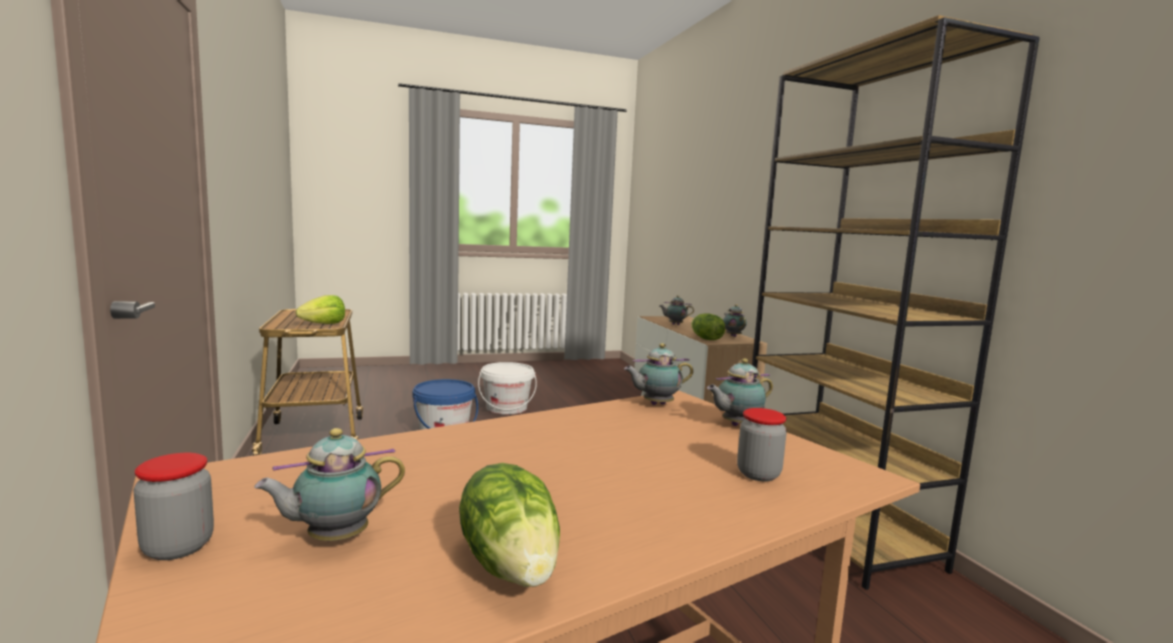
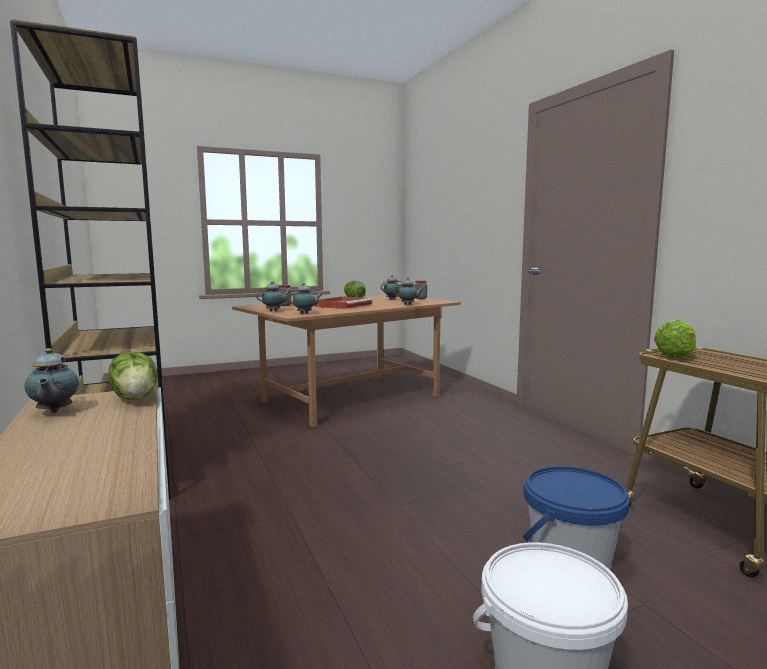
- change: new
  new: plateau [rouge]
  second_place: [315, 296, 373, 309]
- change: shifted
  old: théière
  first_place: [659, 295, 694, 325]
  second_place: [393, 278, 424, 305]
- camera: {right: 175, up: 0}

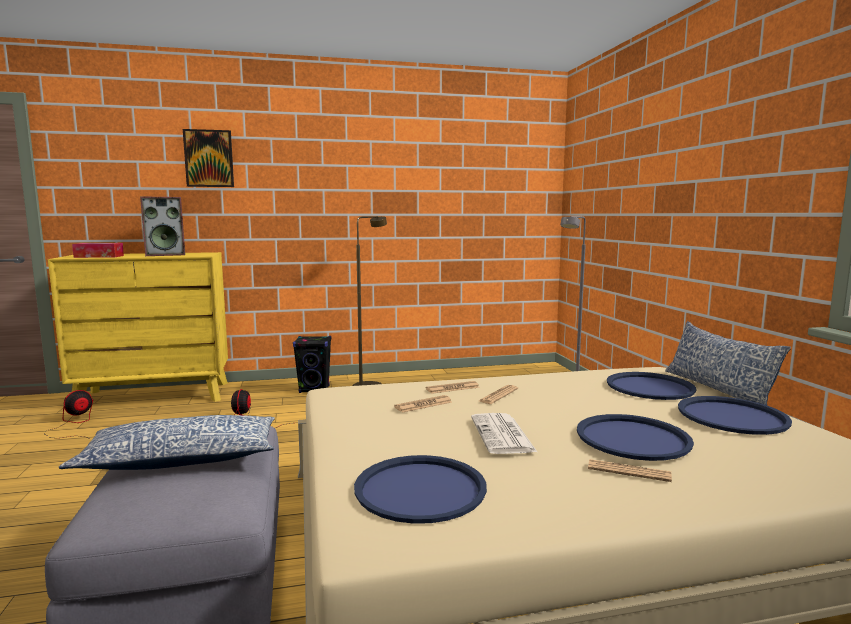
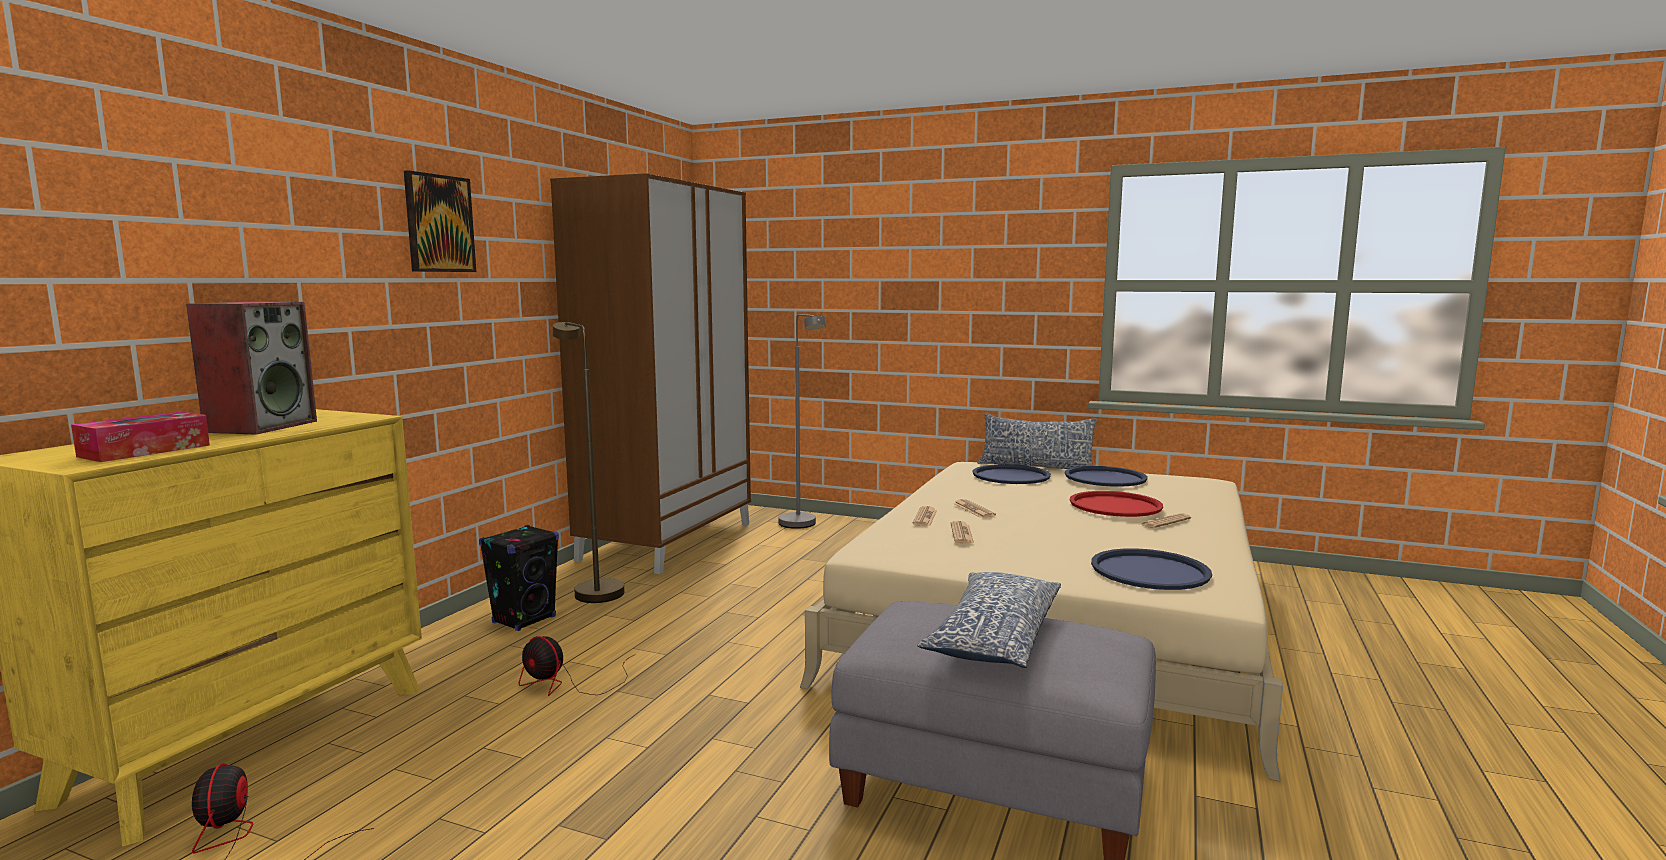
- change: gone
  old: journal
  first_place: [471, 413, 537, 454]
- change: new
  new: armoire [marron]
  second_place: [550, 173, 751, 574]
- change: shifted
  old: tableau
  first_place: [183, 129, 234, 187]
  second_place: [404, 170, 476, 272]
- change: repainted
  old: plateau [bleu]
  new: plateau [rouge]
  first_place: [577, 414, 694, 461]
  second_place: [1070, 491, 1163, 517]
- camera: {right: -55, up: 0}

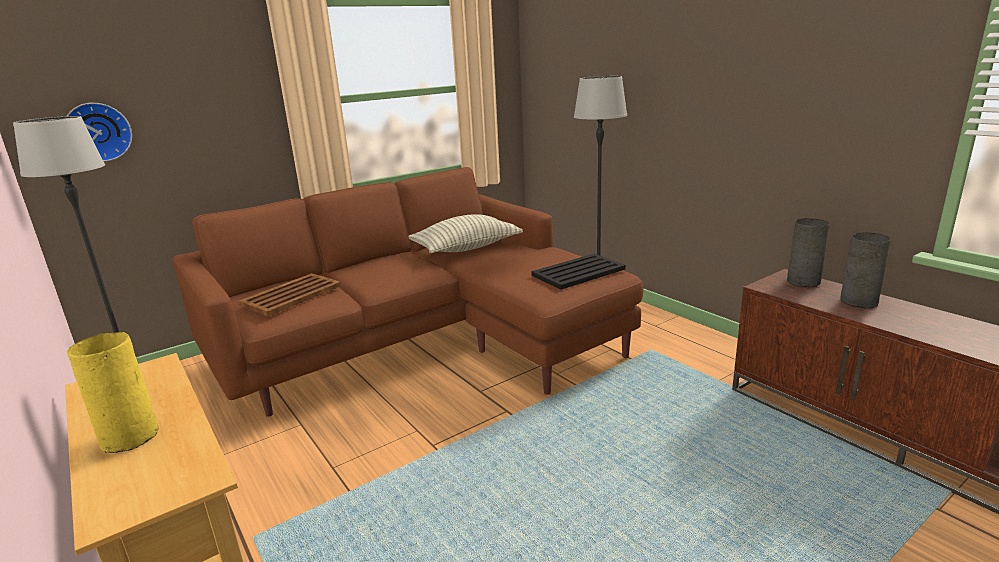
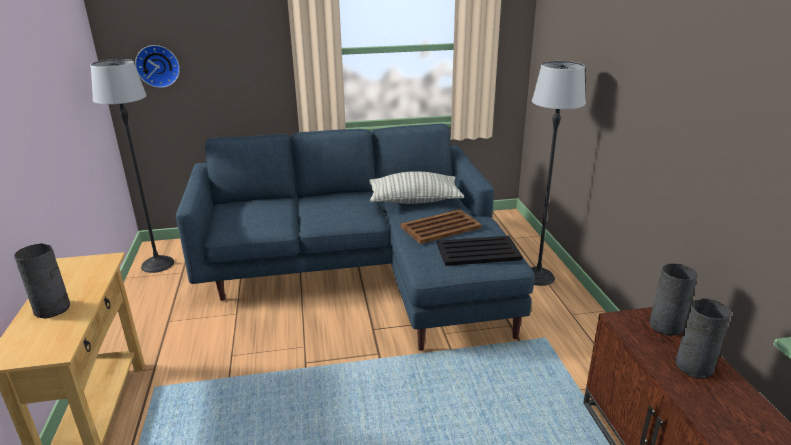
- change: shifted
  old: plateau [marron]
  first_place: [238, 273, 342, 316]
  second_place: [401, 209, 482, 244]
- change: repainted
  old: vase [jaune]
  new: vase [gris]
  first_place: [67, 332, 159, 453]
  second_place: [14, 243, 70, 318]
- change: repainted
  old: canapé [marron]
  new: canapé [bleu]
  first_place: [172, 167, 643, 417]
  second_place: [176, 124, 535, 351]
- camera: {right: 25, up: 5}

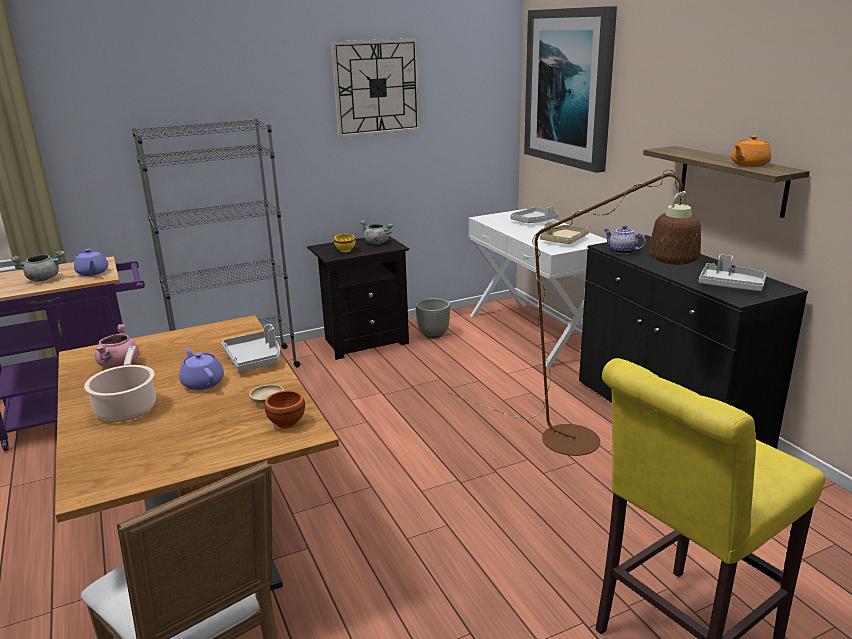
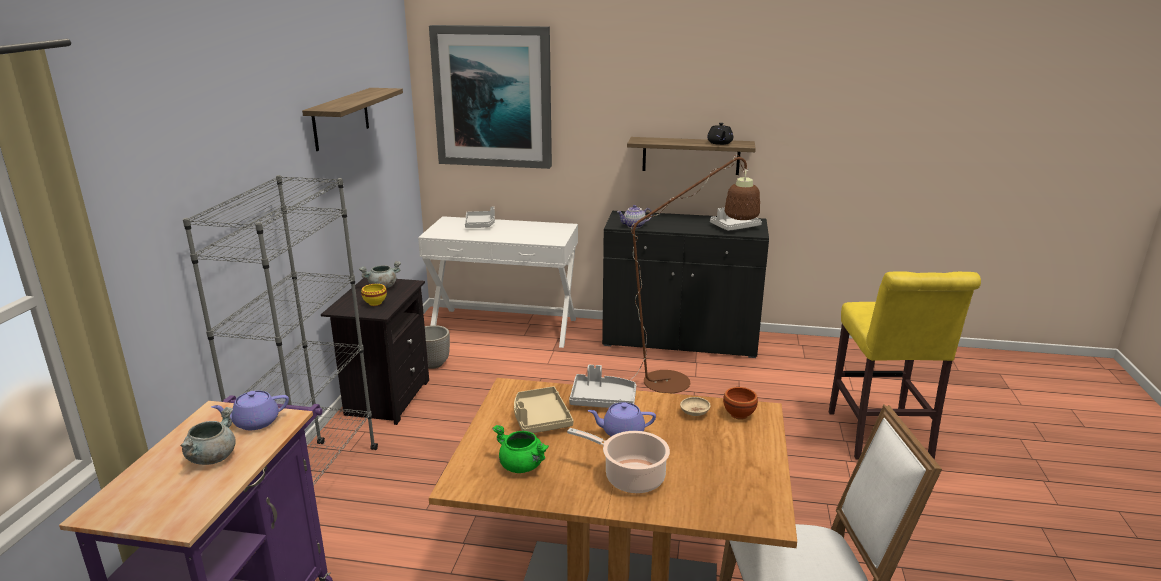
- change: shifted
  old: plateau [beige]
  first_place: [540, 222, 589, 244]
  second_place: [514, 386, 573, 433]
- change: swapped
  old: horloge murale
  new: étagère
  first_place: [331, 38, 421, 138]
  second_place: [302, 88, 403, 151]
- change: repainted
  old: marmite [rose]
  new: marmite [vert]
  first_place: [95, 324, 139, 368]
  second_place: [492, 425, 549, 473]
- change: repainted
  old: théière [orange]
  new: théière [noir]
  first_place: [731, 136, 771, 167]
  second_place: [707, 123, 733, 145]
- change: rotated
  old: théière [violet]
  first_place: [74, 249, 108, 276]
  second_place: [211, 391, 289, 430]
  degrees: 150
- camera: {right: -55, up: 0}

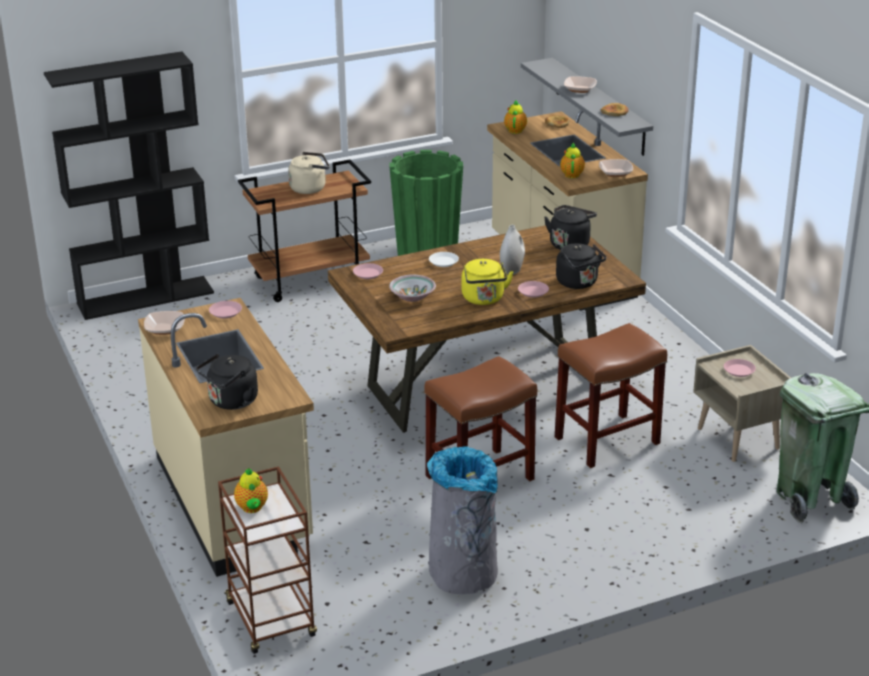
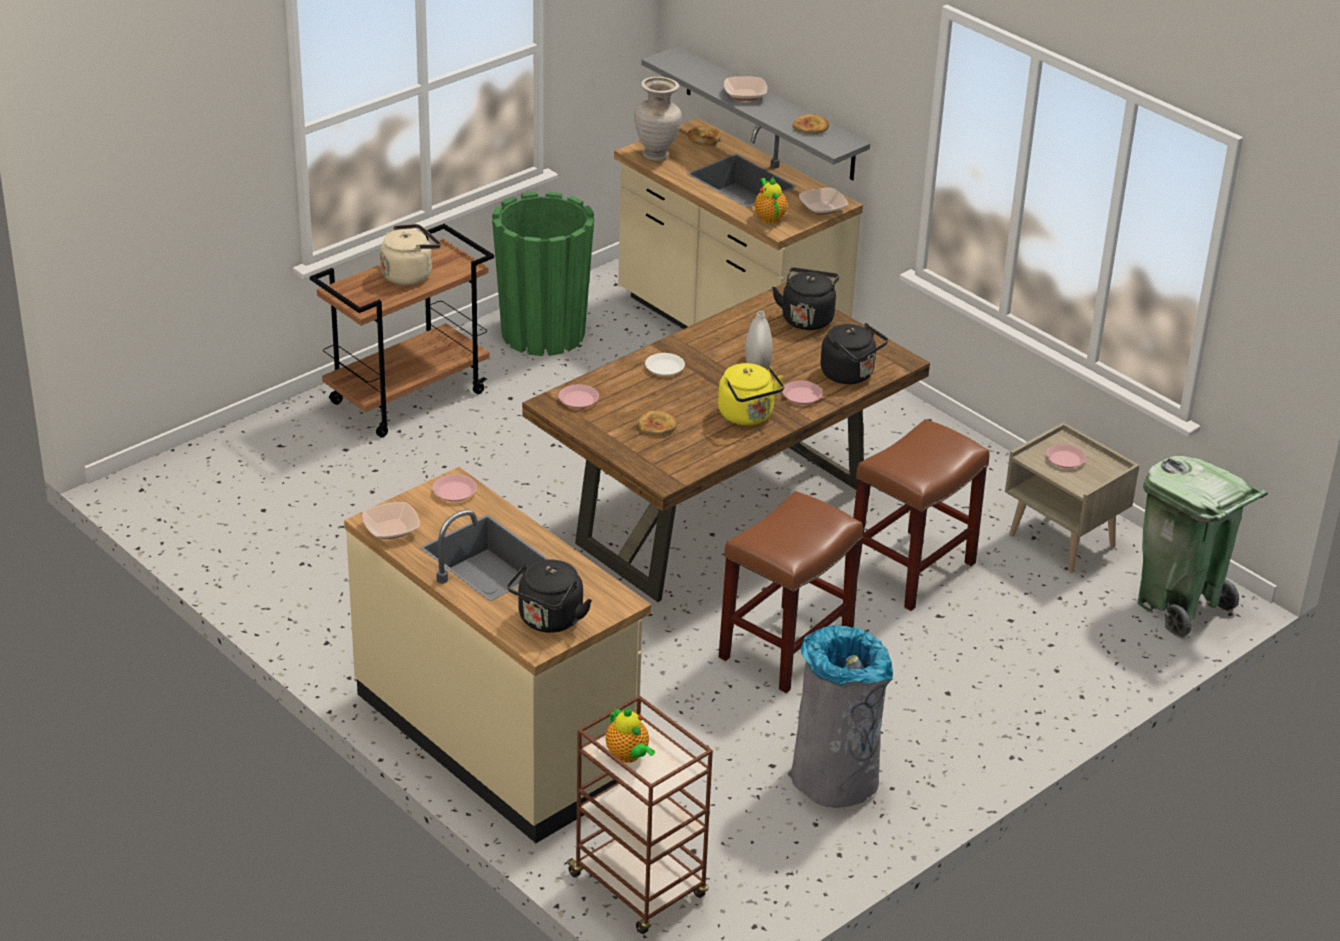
- change: gone
  old: bibliothèque [noir]
  first_place: [44, 51, 214, 320]
- change: swapped
  old: bol
  new: pain
  first_place: [389, 275, 436, 302]
  second_place: [638, 410, 677, 436]
- change: swapped
  old: théière
  new: vase [beige]
  first_place: [504, 100, 527, 134]
  second_place: [634, 77, 682, 161]
- camera: {right: -20, up: 5}

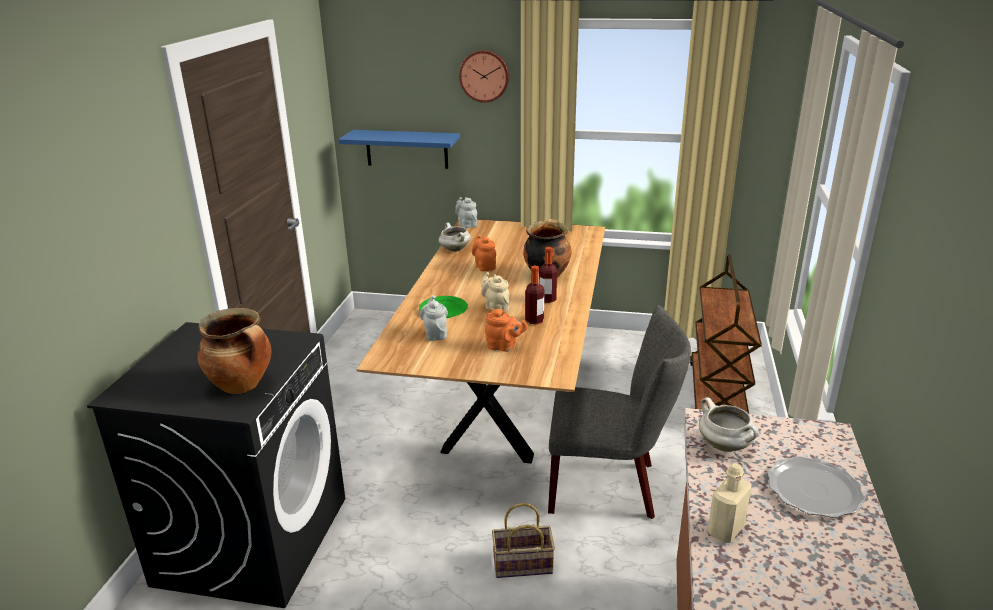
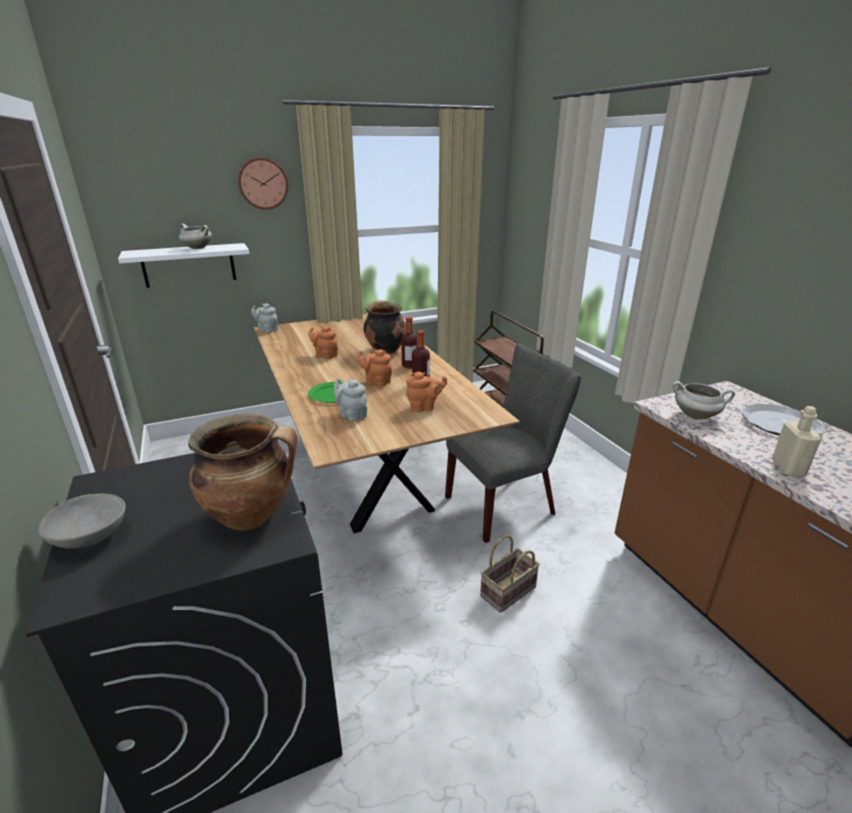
- change: new
  new: bol [gris]
  second_place: [38, 494, 126, 549]
- change: shifted
  old: marmite [blanc]
  first_place: [439, 222, 471, 252]
  second_place: [179, 224, 212, 249]
- change: repainted
  old: étagère [bleu]
  new: étagère [blanc]
  first_place: [338, 130, 460, 169]
  second_place: [118, 243, 249, 288]
- change: repainted
  old: théière [beige]
  new: théière [orange]
  first_place: [481, 272, 510, 312]
  second_place: [357, 349, 392, 386]
- camera: {right: -35, up: 0}

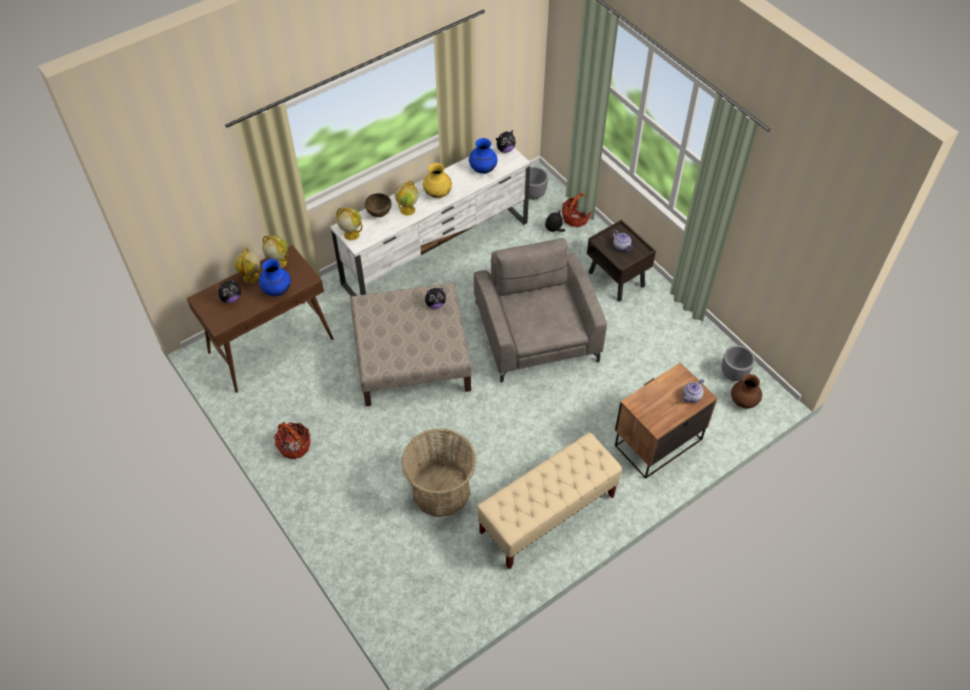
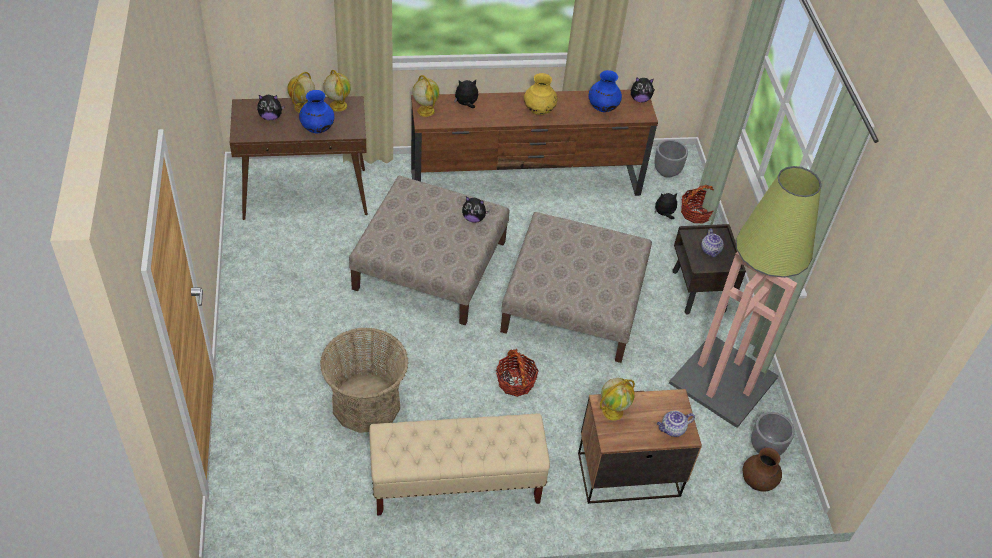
- change: new
  new: lampadaire
  second_place: [669, 166, 822, 428]
- change: shifted
  old: panier
  first_place: [274, 422, 310, 459]
  second_place: [496, 349, 539, 397]
- change: shifted
  old: globe
  first_place: [395, 181, 419, 216]
  second_place: [600, 378, 635, 421]
- change: swapped
  old: bol [marron]
  new: peluche
  first_place: [365, 193, 392, 217]
  second_place: [454, 80, 478, 108]
- change: swapped
  old: fauteuil [gris]
  new: pouf [beige]
  first_place: [474, 238, 607, 383]
  second_place: [500, 212, 652, 363]
- change: repainted
  old: meuble télé [blanc]
  new: meuble télé [marron]
  first_place: [330, 142, 531, 296]
  second_place: [411, 90, 658, 196]
- camera: {right: 25, up: -5}

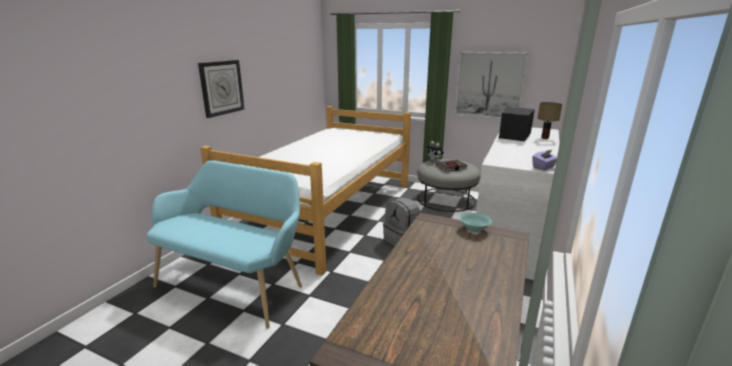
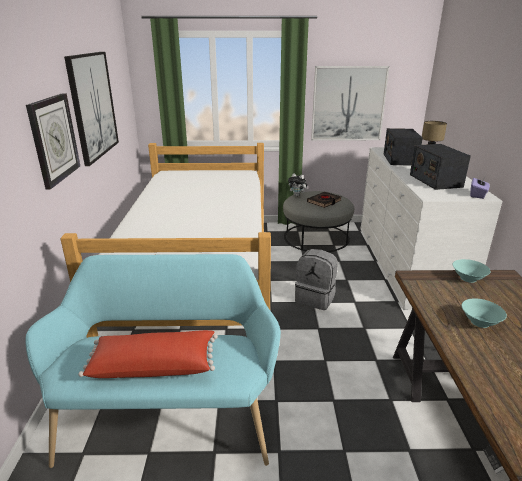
- change: new
  new: tableau
  second_place: [64, 52, 119, 166]
- change: new
  new: coussin [rouge]
  second_place: [78, 330, 218, 378]
- change: new
  new: radio
  second_place: [410, 144, 471, 190]
- change: new
  new: bol [turquoise]
  second_place: [461, 298, 507, 328]
- camera: {right: -25, up: 5}

